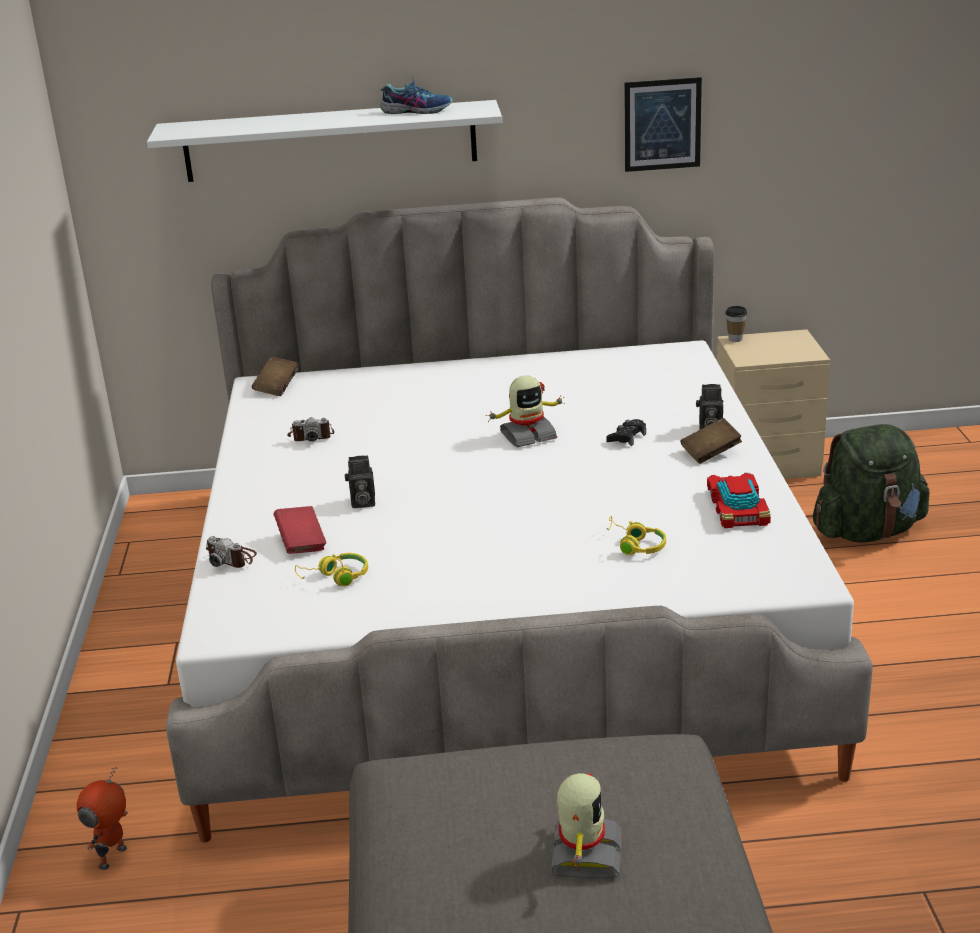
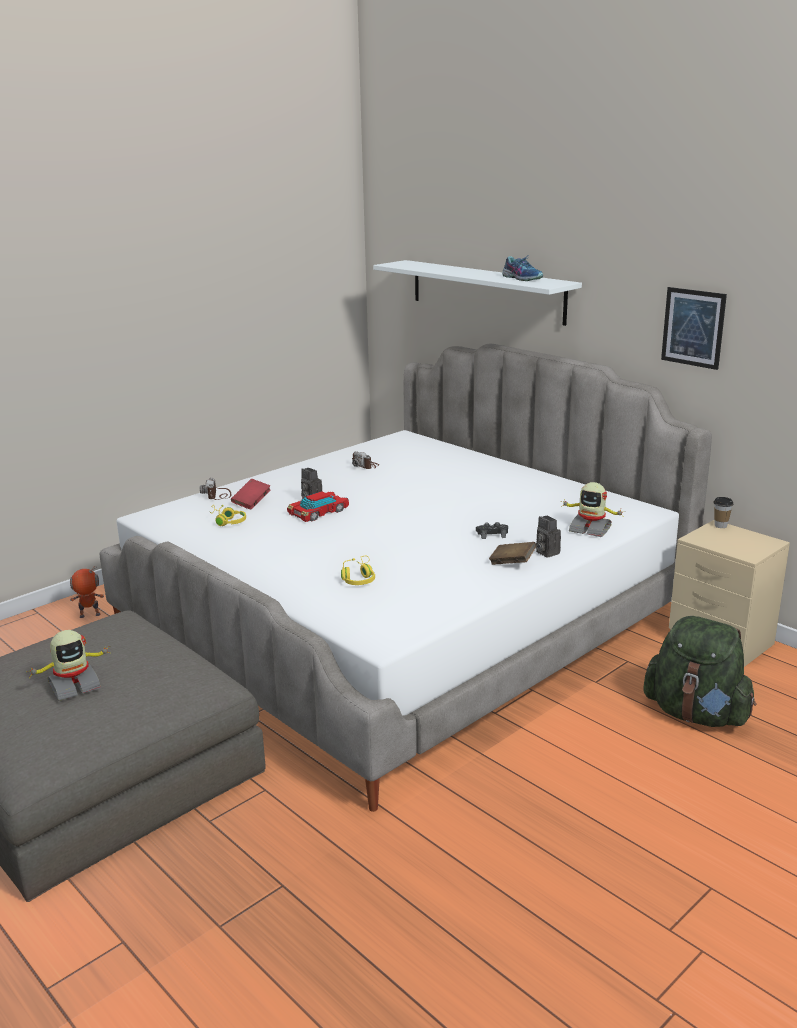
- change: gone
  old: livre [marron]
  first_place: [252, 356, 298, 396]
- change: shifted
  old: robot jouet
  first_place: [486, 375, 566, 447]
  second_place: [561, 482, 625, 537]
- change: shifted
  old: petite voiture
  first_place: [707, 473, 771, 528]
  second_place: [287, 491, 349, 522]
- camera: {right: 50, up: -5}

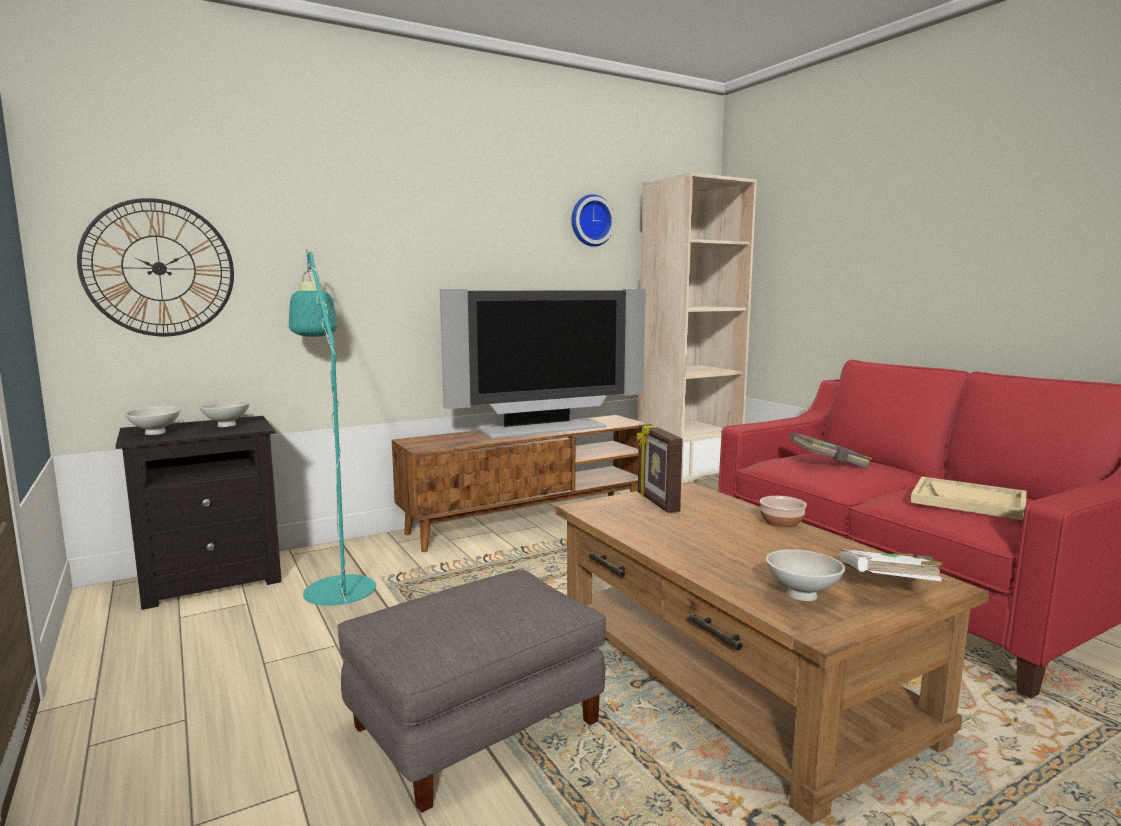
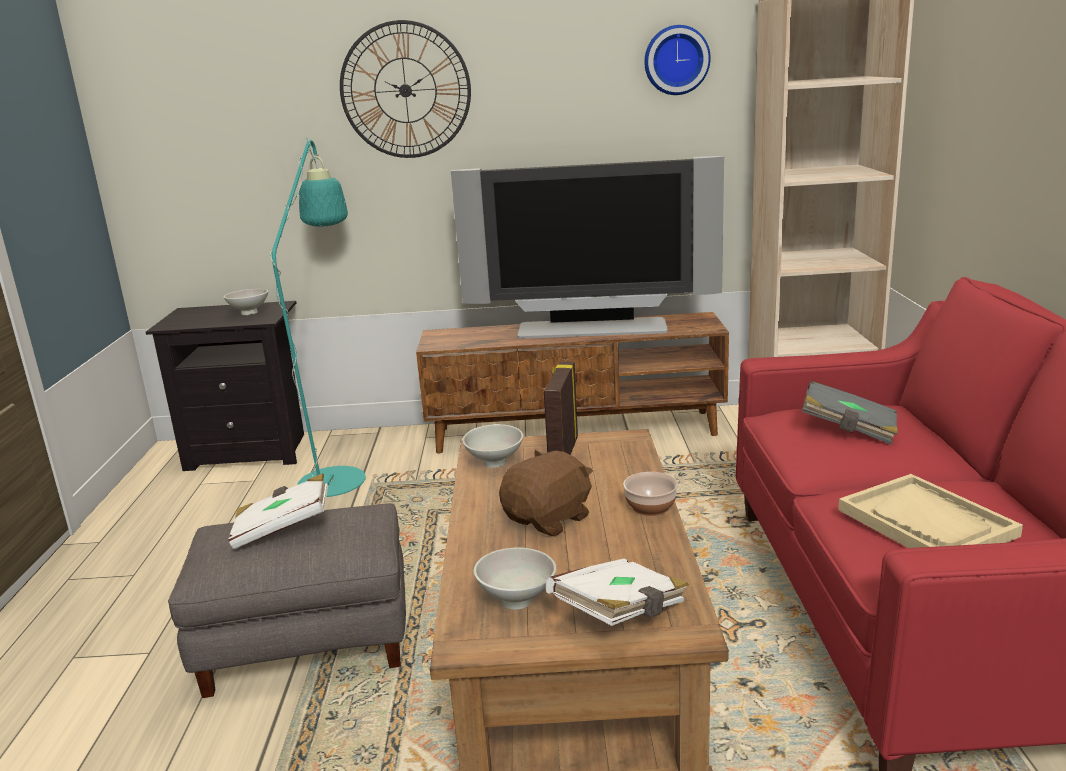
- change: new
  new: livre [blanc]
  second_place: [228, 473, 328, 550]
- change: new
  new: peluche [marron]
  second_place: [499, 450, 593, 537]
- change: shifted
  old: horloge murale
  first_place: [77, 198, 234, 336]
  second_place: [340, 20, 471, 158]
- change: shifted
  old: bol [blanc]
  first_place: [125, 406, 181, 435]
  second_place: [462, 424, 523, 468]
- camera: {right: 30, up: 10}

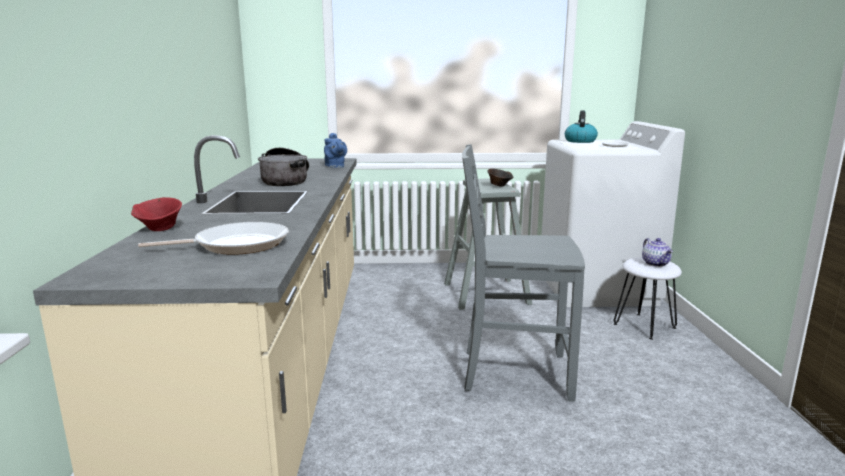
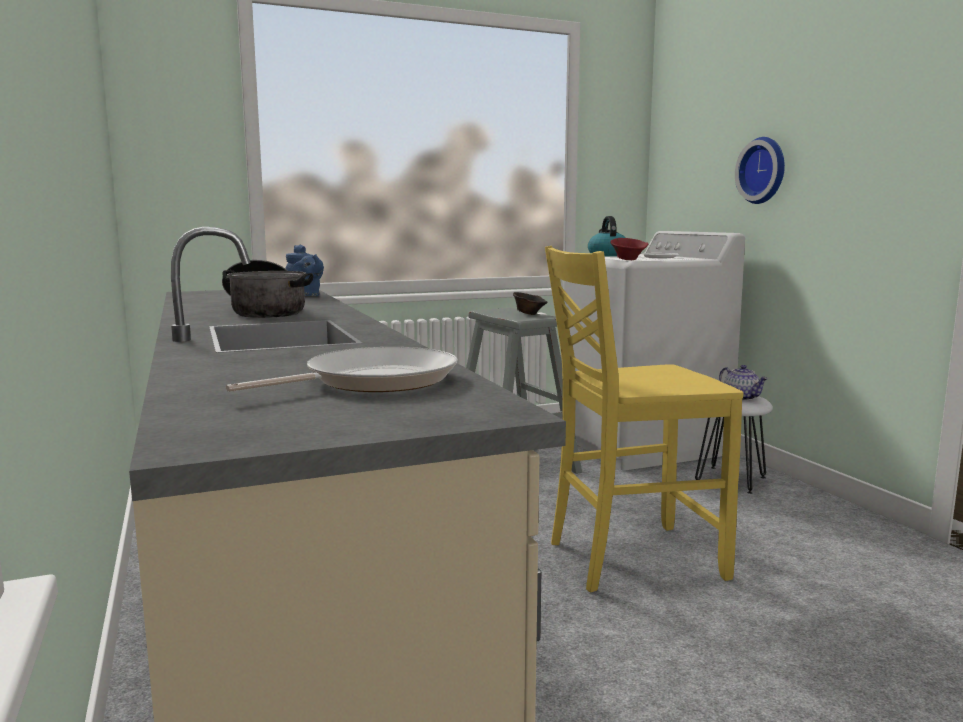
- change: new
  new: horloge murale
  second_place: [735, 137, 785, 204]
- change: shifted
  old: bol [rouge]
  first_place: [131, 197, 182, 231]
  second_place: [610, 238, 648, 260]
- change: repainted
  old: chaise [gris]
  new: chaise [jaune]
  first_place: [462, 144, 585, 402]
  second_place: [545, 246, 743, 592]
- camera: {right: -20, up: -5}

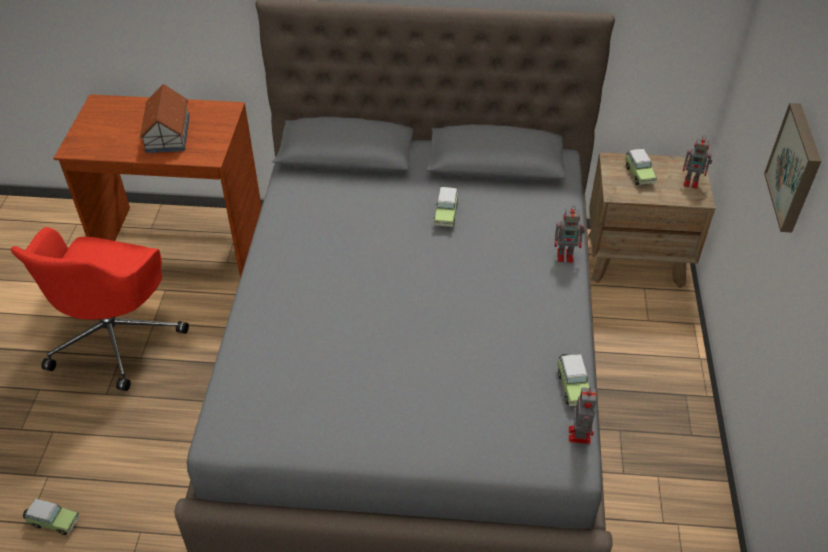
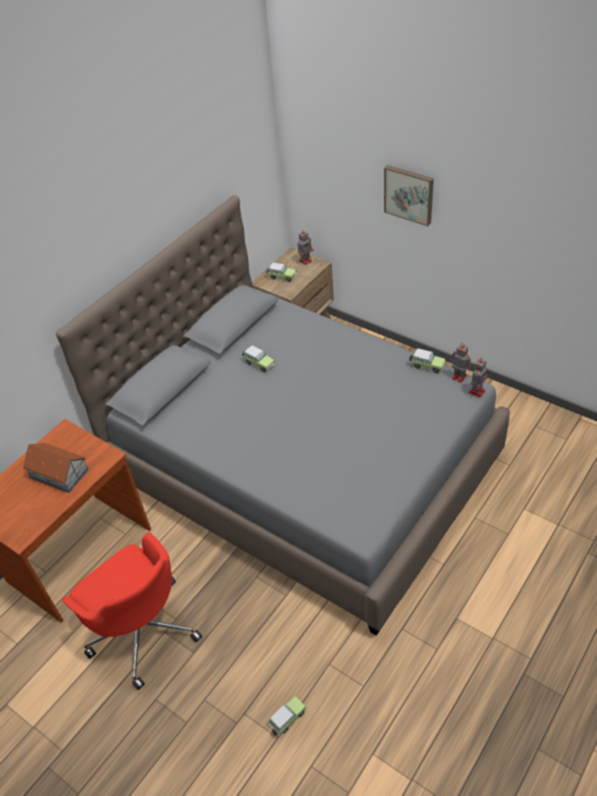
- change: shifted
  old: robot jouet
  first_place: [555, 206, 585, 263]
  second_place: [469, 357, 488, 398]
- camera: {right: -55, up: 0}

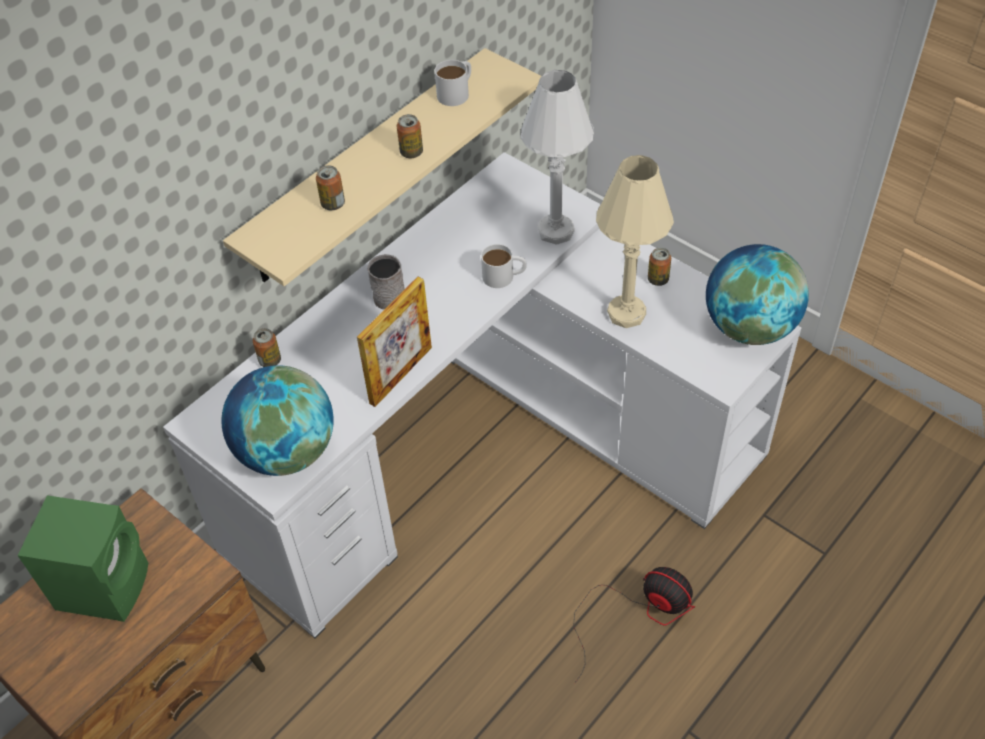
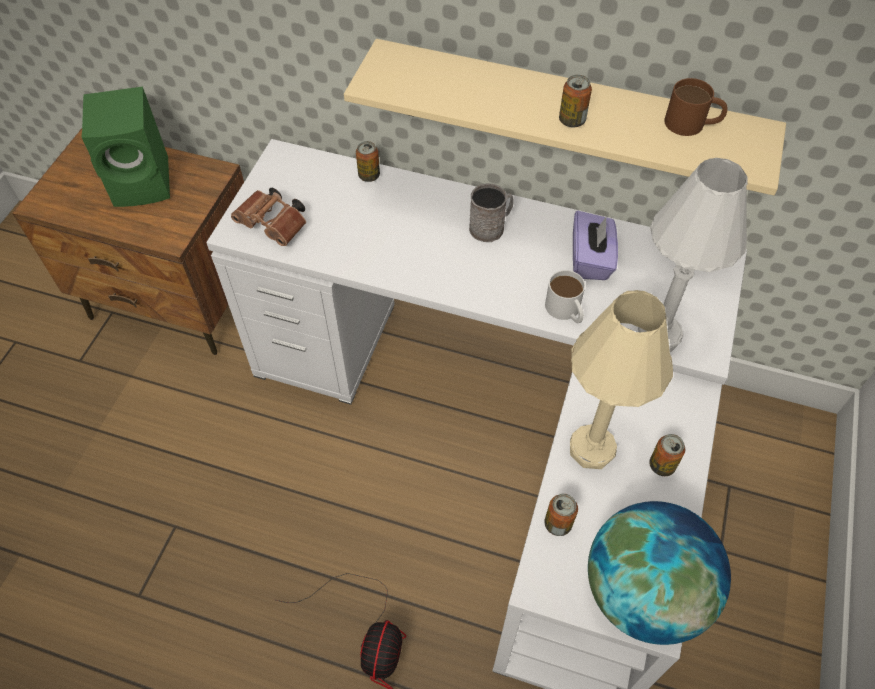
- change: gone
  old: cadre photo
  first_place: [357, 277, 432, 407]
- change: new
  new: boîte à mouchoirs [violet]
  second_place: [573, 211, 618, 280]
- change: shifted
  old: boîte métallique
  first_place: [316, 165, 345, 210]
  second_place: [544, 494, 578, 536]
- change: swapped
  old: globe
  new: jumelles [marron]
  first_place: [221, 365, 334, 476]
  second_place: [231, 188, 306, 246]
- change: repainted
  old: mug [blanc]
  new: mug [marron]
  first_place: [435, 60, 471, 106]
  second_place: [664, 78, 728, 136]
- camera: {right: 65, up: 5}

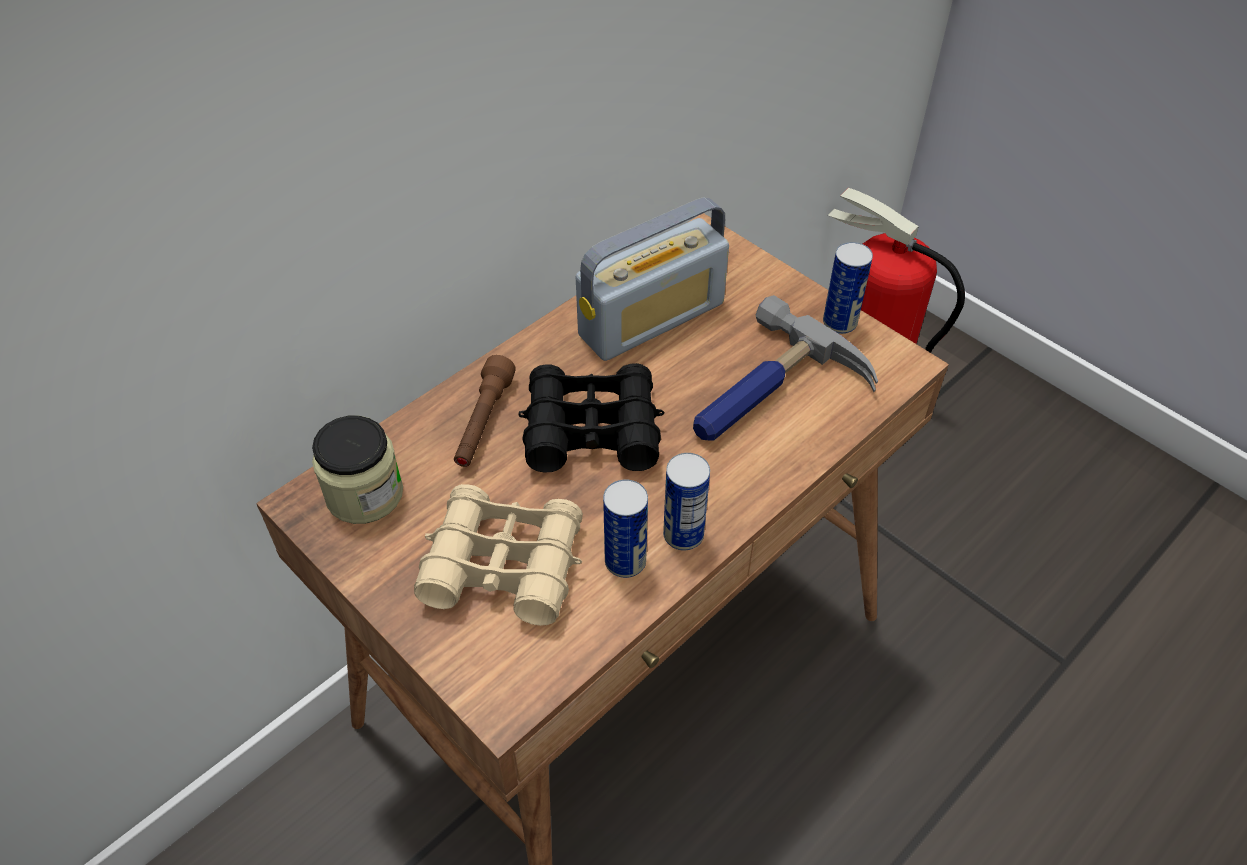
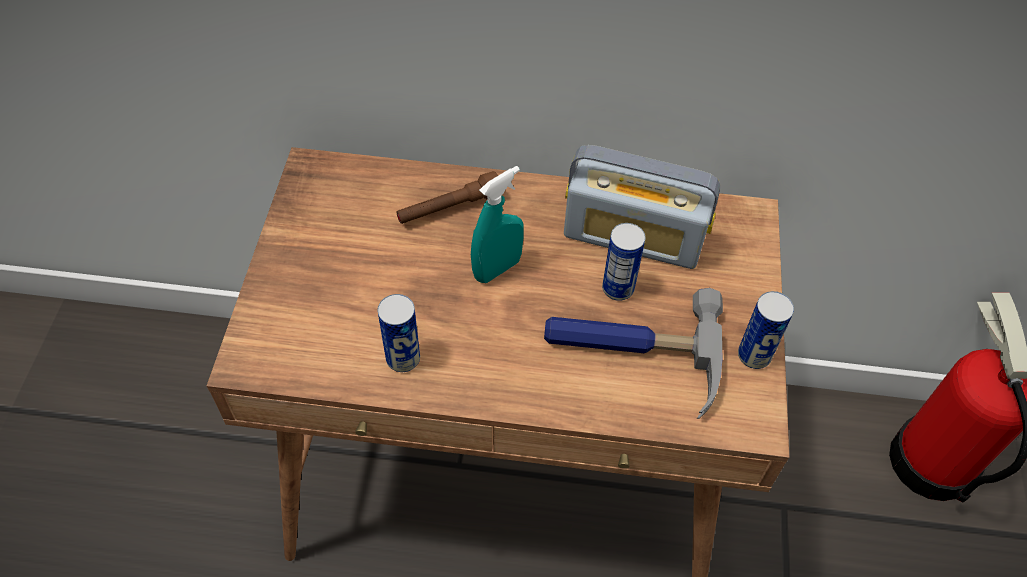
- change: gone
  old: bocal
  first_place: [312, 416, 403, 524]
- change: gone
  old: jumelles [beige]
  first_place: [414, 484, 583, 626]
- change: shifted
  old: boîte métallique
  first_place: [663, 453, 710, 551]
  second_place: [602, 223, 645, 301]
- change: swapped
  old: jumelles [noir]
  new: vaporisateur [turquoise]
  first_place: [519, 363, 664, 473]
  second_place: [471, 166, 524, 283]
- camera: {right: 50, up: 5}

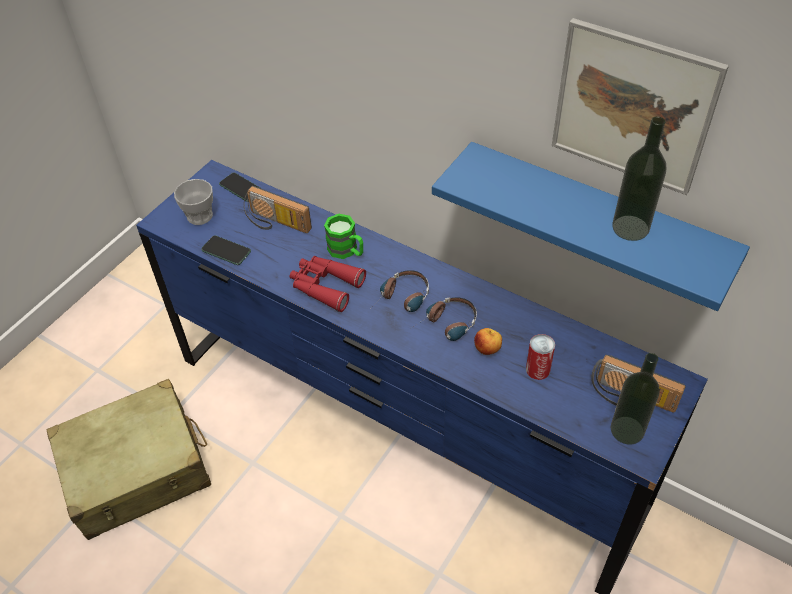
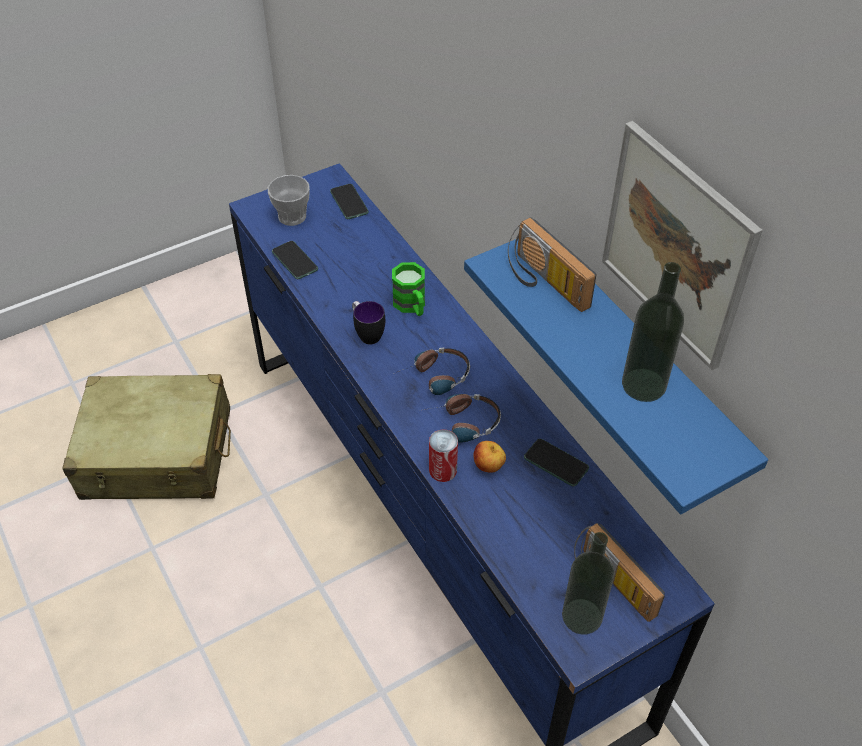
- change: new
  new: téléphone
  second_place: [524, 439, 589, 486]
- change: shifted
  old: radio
  first_place: [244, 186, 312, 233]
  second_place: [508, 217, 597, 312]
- change: shifted
  old: boîte métallique
  first_place: [526, 334, 555, 380]
  second_place: [429, 429, 458, 482]
- change: swapped
  old: jumelles [rouge]
  new: mug
  first_place: [290, 256, 366, 312]
  second_place: [352, 301, 385, 344]
- camera: {right: 25, up: 0}

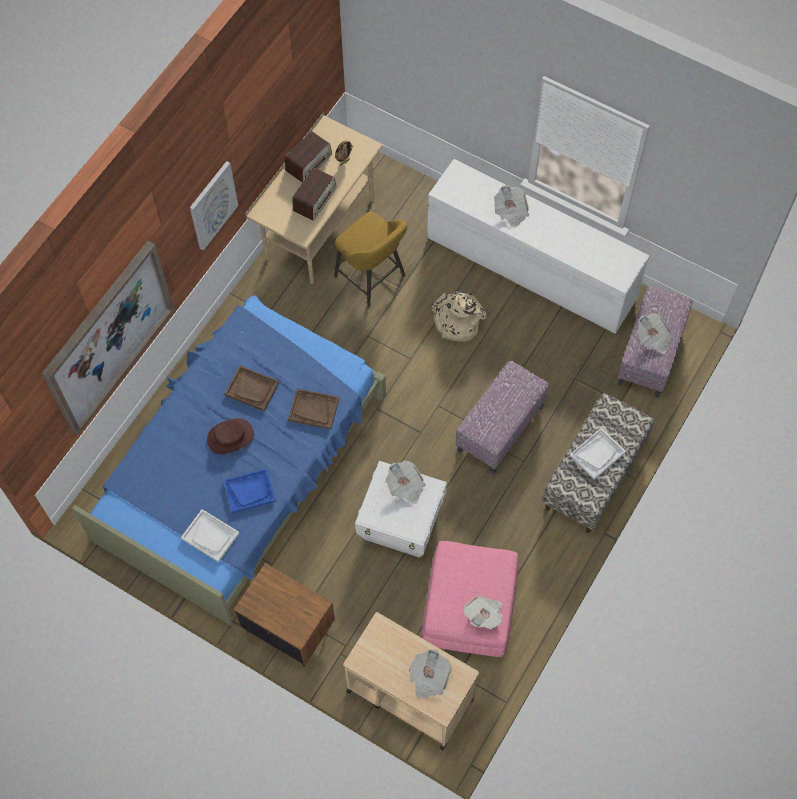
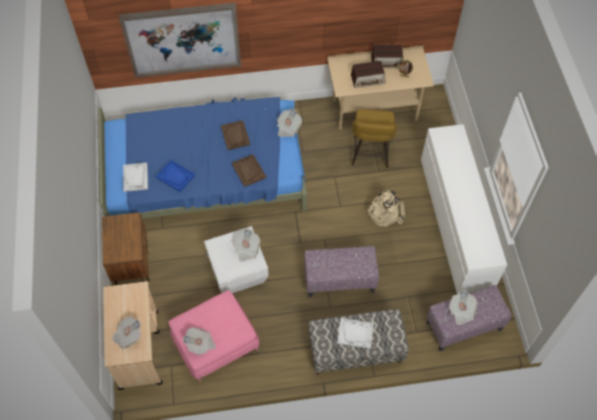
- change: gone
  old: tableau
  first_place: [190, 161, 238, 250]
- change: gone
  old: chapeau [marron]
  first_place: [207, 418, 254, 454]
- change: shifted
  old: journal
  first_place: [494, 185, 529, 228]
  second_place: [277, 109, 302, 137]
- camera: {right: 50, up: -5}

